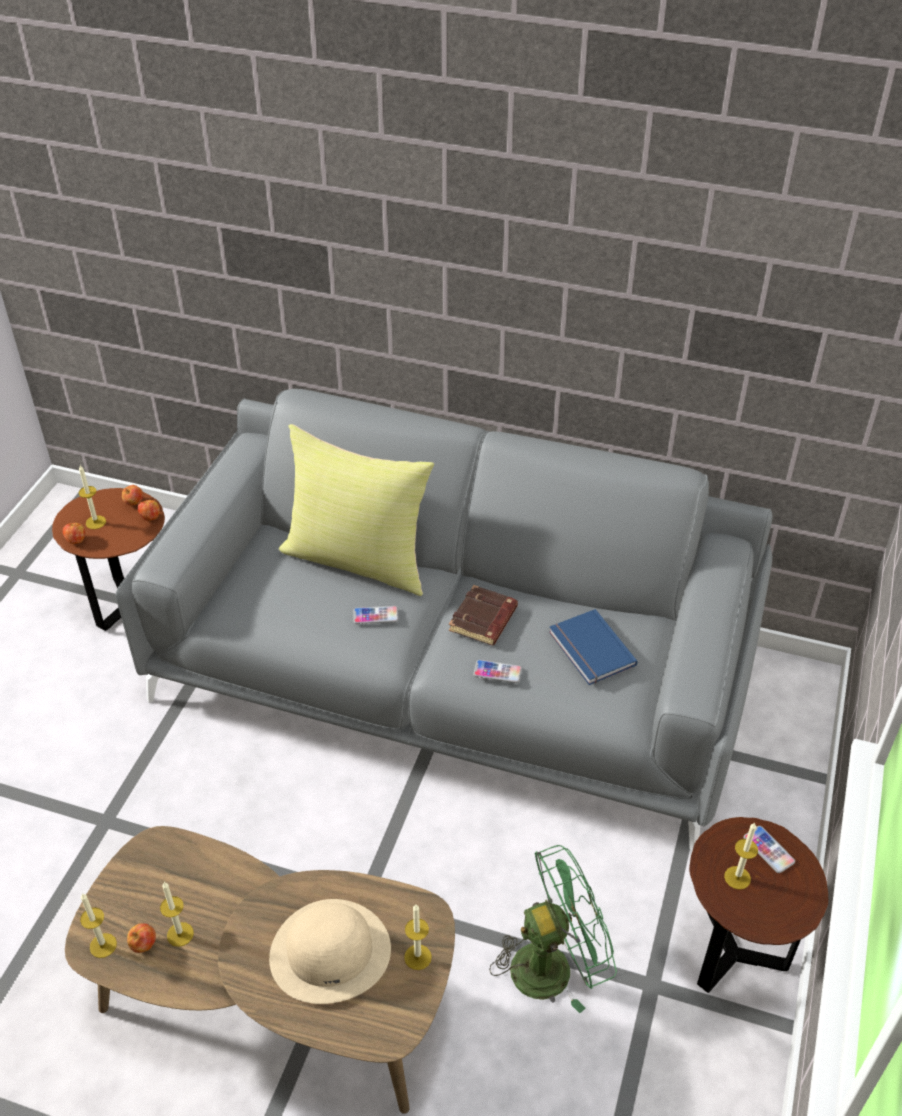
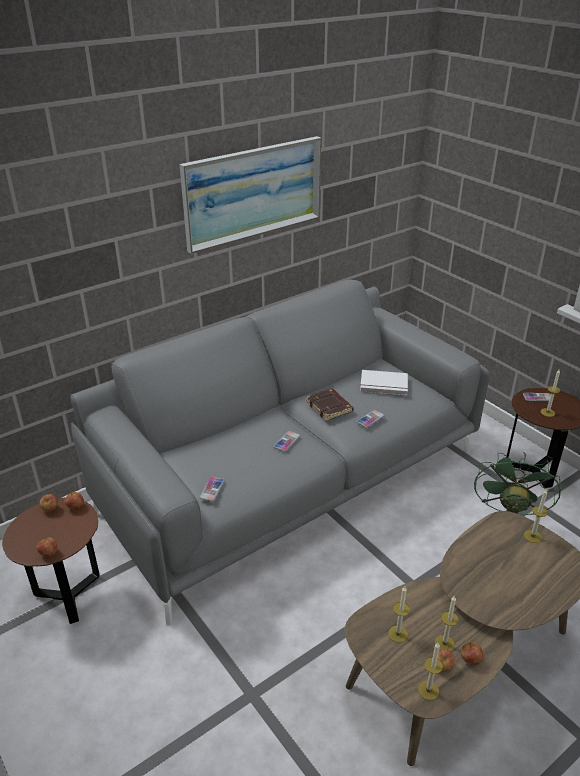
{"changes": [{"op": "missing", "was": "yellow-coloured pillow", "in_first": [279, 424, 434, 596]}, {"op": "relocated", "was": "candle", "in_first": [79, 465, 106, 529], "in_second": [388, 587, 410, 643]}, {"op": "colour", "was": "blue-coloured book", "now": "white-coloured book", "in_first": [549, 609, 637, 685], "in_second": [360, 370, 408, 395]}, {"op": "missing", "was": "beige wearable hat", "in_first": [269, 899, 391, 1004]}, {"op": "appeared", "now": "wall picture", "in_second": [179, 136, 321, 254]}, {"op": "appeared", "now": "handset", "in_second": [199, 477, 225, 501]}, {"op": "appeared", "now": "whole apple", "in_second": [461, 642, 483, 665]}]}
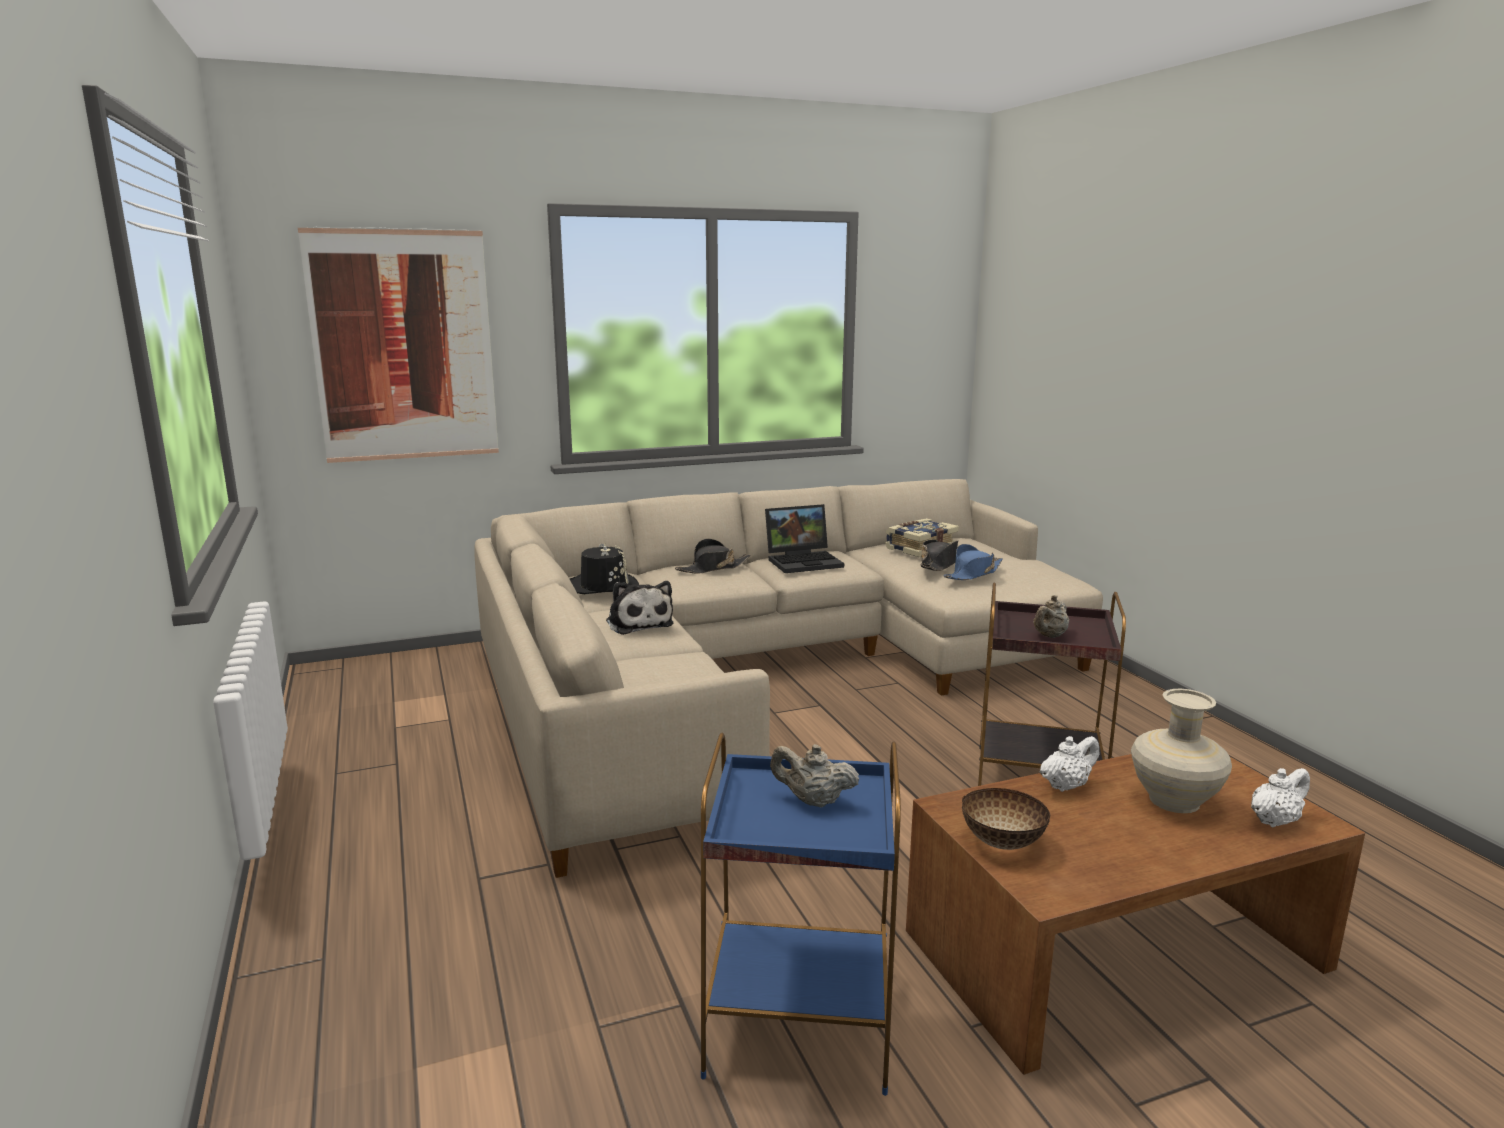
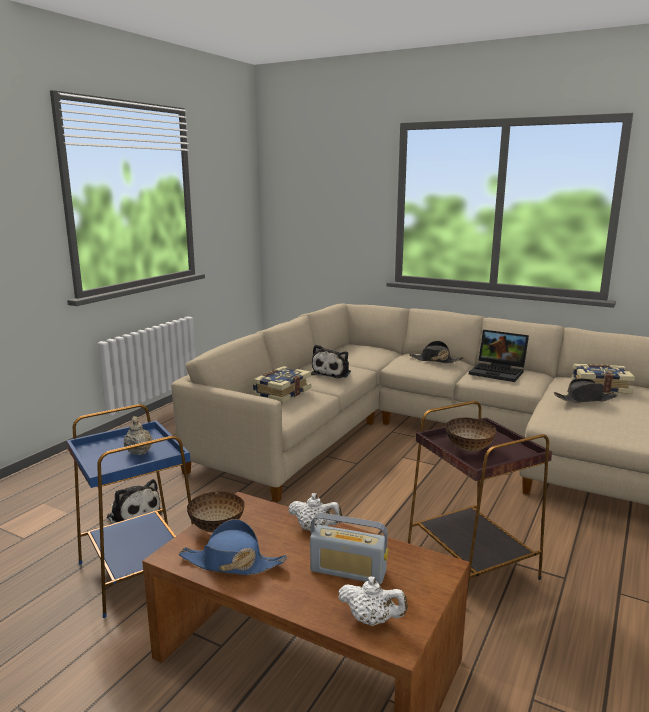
{"changes": [{"op": "missing", "was": "wall picture", "in_first": [298, 227, 499, 463]}, {"op": "missing", "was": "black wearable hat", "in_first": [570, 544, 639, 594]}, {"op": "relocated", "was": "blue-coloured wearable hat", "in_first": [944, 544, 1003, 580], "in_second": [179, 519, 287, 575]}, {"op": "exchanged", "was": "beige tea pot", "now": "serving bowl", "in_first": [1033, 595, 1069, 638], "in_second": [445, 418, 496, 451]}, {"op": "exchanged", "was": "beige vase", "now": "radio set", "in_first": [1131, 689, 1232, 813], "in_second": [310, 513, 388, 584]}, {"op": "appeared", "now": "book", "in_second": [252, 366, 311, 403]}, {"op": "appeared", "now": "cuddly toy", "in_second": [107, 479, 161, 524]}]}
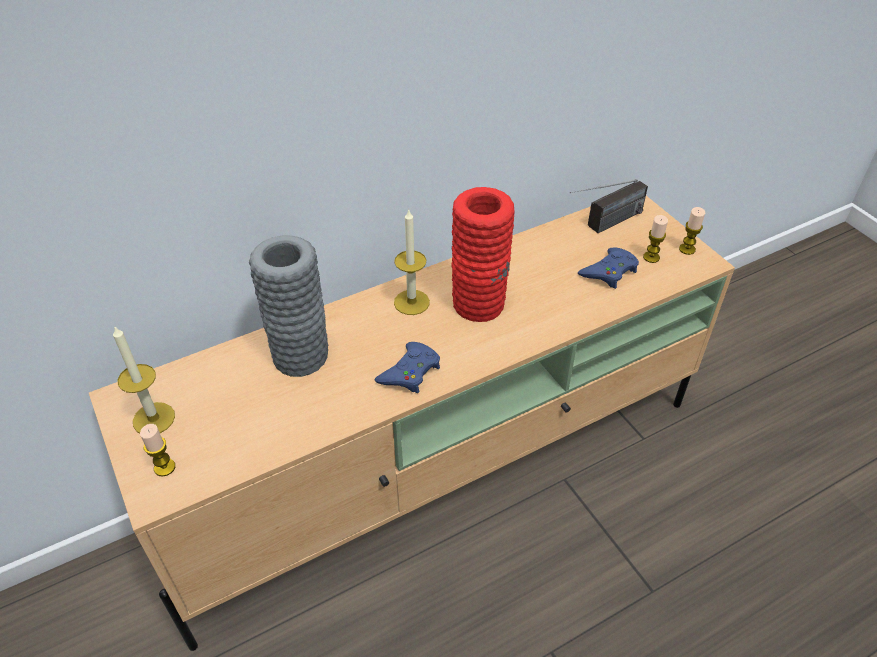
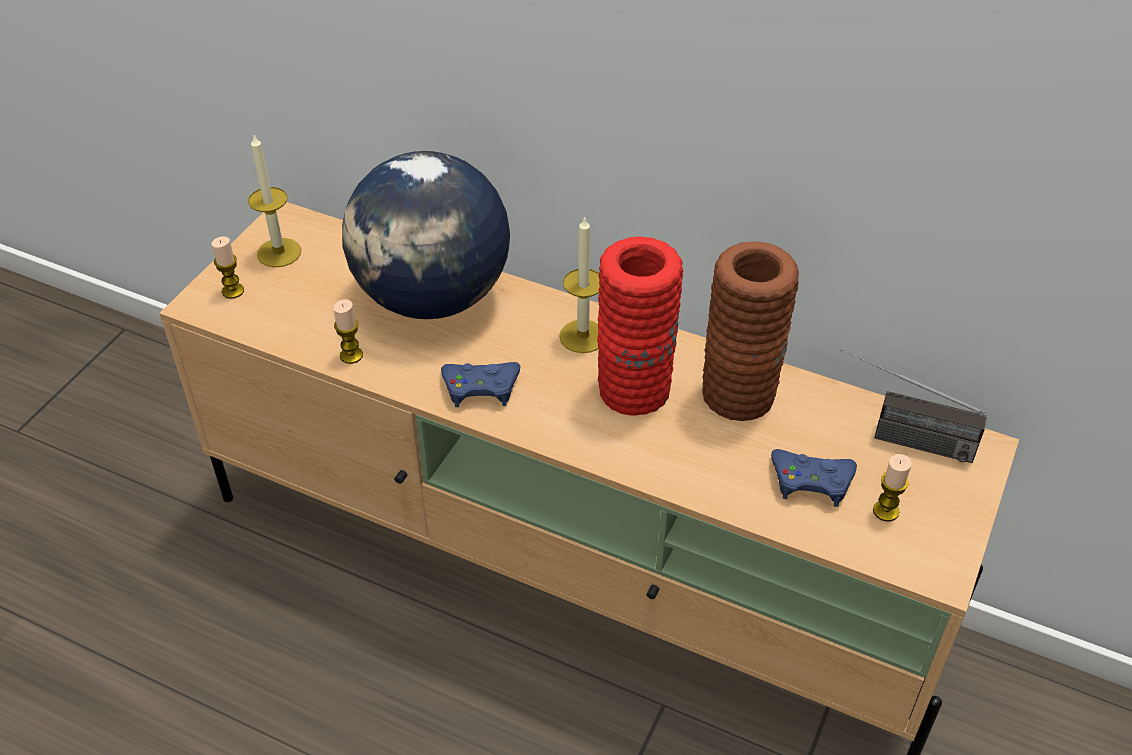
{"changes": [{"op": "relocated", "was": "candle", "in_first": [679, 207, 705, 255], "in_second": [333, 299, 363, 364]}, {"op": "exchanged", "was": "greyish vase", "now": "desk globe", "in_first": [249, 236, 329, 377], "in_second": [342, 151, 510, 319]}, {"op": "appeared", "now": "brown-coloured vase", "in_second": [702, 241, 799, 421]}]}
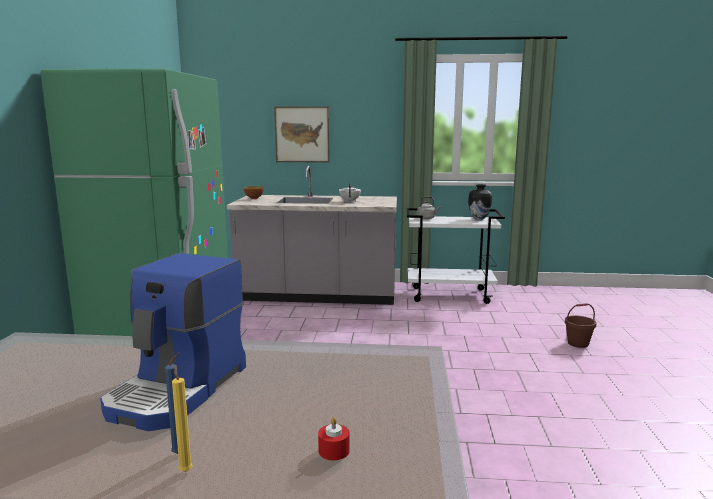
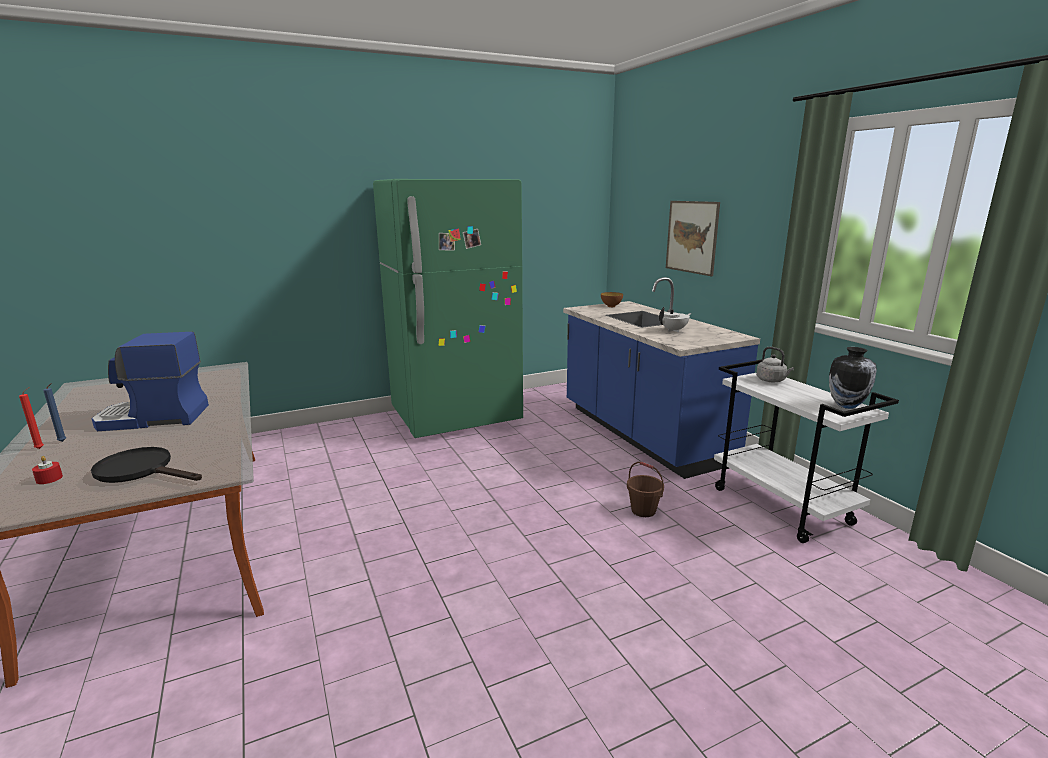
{"changes": [{"op": "colour", "was": "greyish kitchen base unit", "now": "blue-coloured kitchen base unit", "in_first": [227, 166, 397, 305], "in_second": [563, 277, 760, 479]}, {"op": "relocated", "was": "brown-coloured pail", "in_first": [565, 303, 596, 348], "in_second": [627, 461, 664, 517]}, {"op": "colour", "was": "yellow-coloured candle", "now": "red candle", "in_first": [172, 365, 193, 472], "in_second": [19, 387, 44, 449]}, {"op": "appeared", "now": "black pan", "in_second": [91, 447, 202, 483]}]}
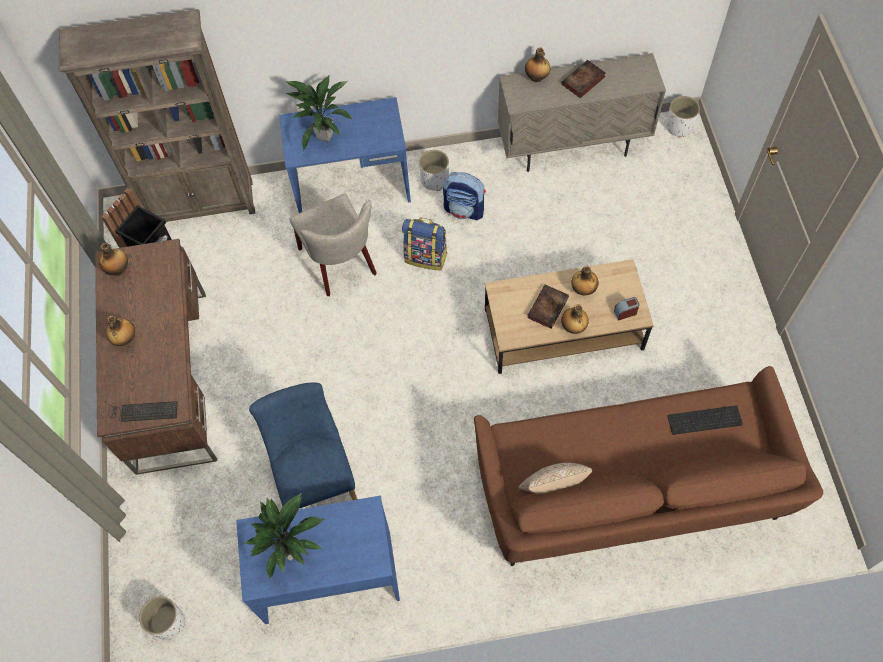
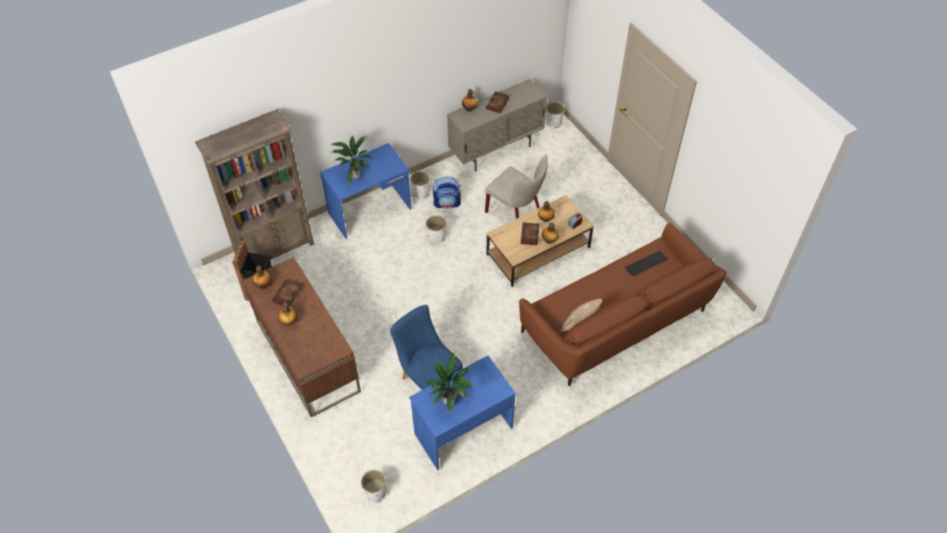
{"changes": [{"op": "relocated", "was": "beige plain chair", "in_first": [289, 194, 377, 296], "in_second": [485, 155, 548, 219]}, {"op": "exchanged", "was": "rucksack", "now": "white-coloured planter", "in_first": [402, 218, 448, 270], "in_second": [426, 215, 446, 243]}, {"op": "missing", "was": "keyboard", "in_first": [105, 401, 178, 422]}, {"op": "appeared", "now": "book", "in_second": [272, 279, 302, 307]}]}
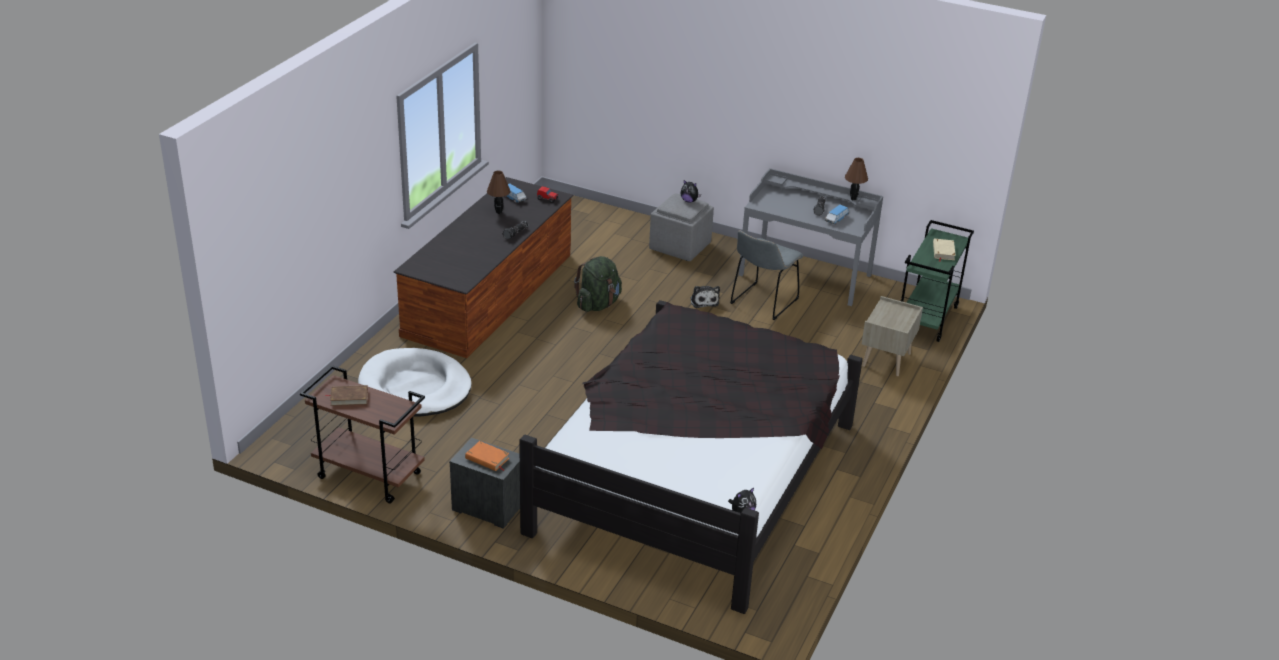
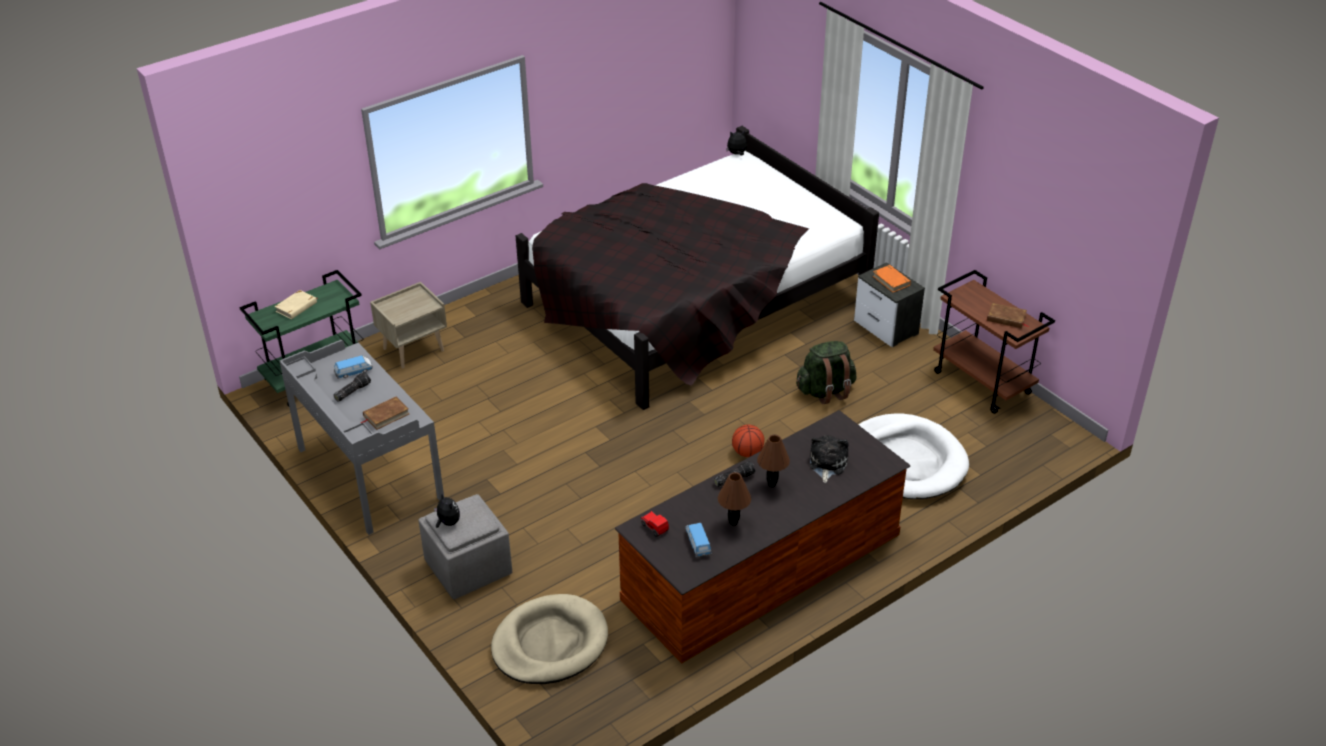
{"changes": [{"op": "relocated", "was": "brown-coloured lamp for a table", "in_first": [845, 158, 868, 200], "in_second": [757, 434, 790, 487]}, {"op": "missing", "was": "greyish plain chair", "in_first": [730, 230, 803, 320]}, {"op": "relocated", "was": "greenish rucksack", "in_first": [574, 256, 622, 312], "in_second": [796, 341, 856, 404]}, {"op": "relocated", "was": "cuddly toy", "in_first": [690, 286, 720, 308], "in_second": [810, 435, 849, 483]}, {"op": "appeared", "now": "brown-coloured book", "in_second": [361, 396, 409, 430]}, {"op": "appeared", "now": "basketball ball", "in_second": [732, 425, 764, 457]}, {"op": "appeared", "now": "beige dog bed", "in_second": [491, 594, 608, 684]}]}
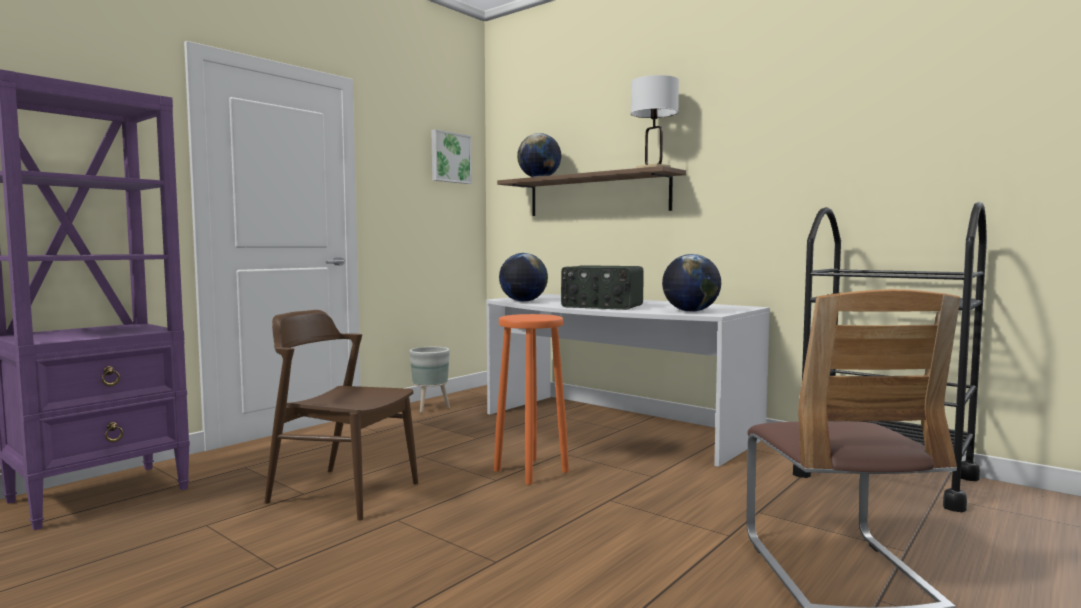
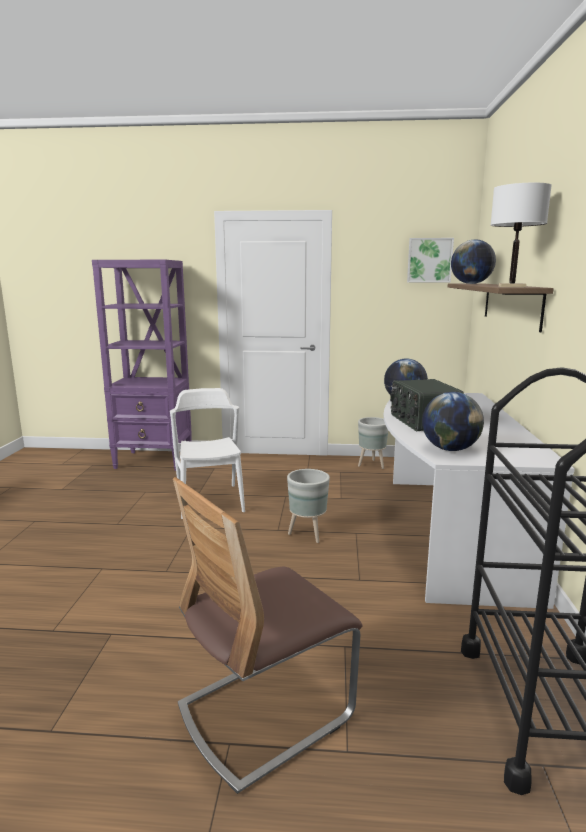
{"changes": [{"op": "colour", "was": "brown-coloured plain chair", "now": "white-coloured plain chair", "in_first": [265, 310, 418, 521], "in_second": [170, 388, 245, 519]}, {"op": "exchanged", "was": "orange-coloured sitting stool", "now": "greyish planter", "in_first": [494, 314, 569, 485], "in_second": [287, 469, 330, 543]}]}
